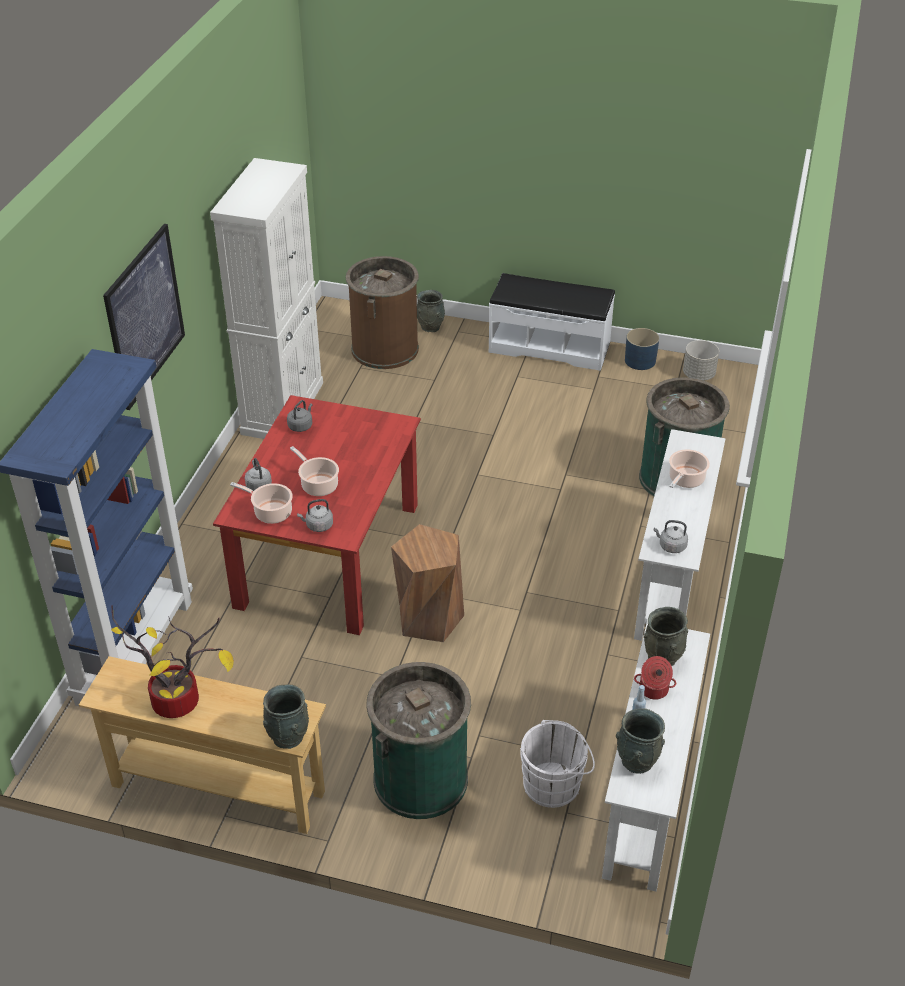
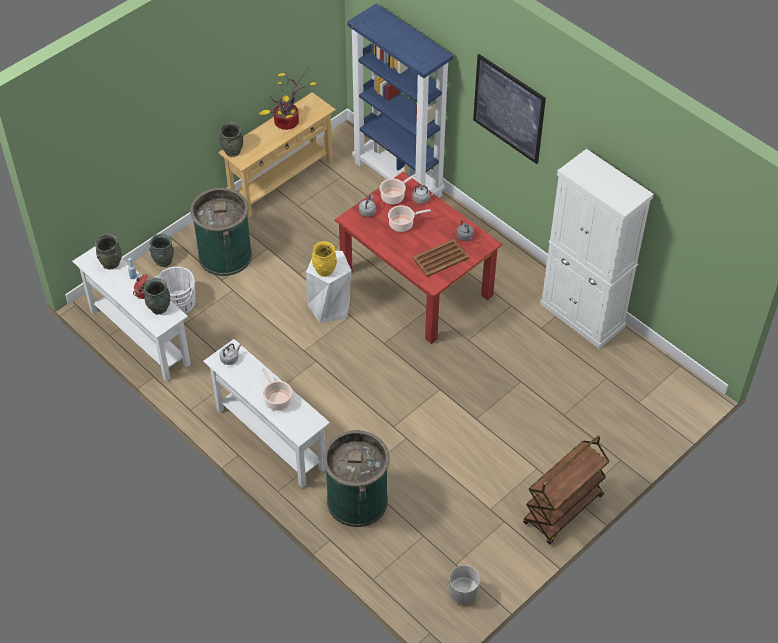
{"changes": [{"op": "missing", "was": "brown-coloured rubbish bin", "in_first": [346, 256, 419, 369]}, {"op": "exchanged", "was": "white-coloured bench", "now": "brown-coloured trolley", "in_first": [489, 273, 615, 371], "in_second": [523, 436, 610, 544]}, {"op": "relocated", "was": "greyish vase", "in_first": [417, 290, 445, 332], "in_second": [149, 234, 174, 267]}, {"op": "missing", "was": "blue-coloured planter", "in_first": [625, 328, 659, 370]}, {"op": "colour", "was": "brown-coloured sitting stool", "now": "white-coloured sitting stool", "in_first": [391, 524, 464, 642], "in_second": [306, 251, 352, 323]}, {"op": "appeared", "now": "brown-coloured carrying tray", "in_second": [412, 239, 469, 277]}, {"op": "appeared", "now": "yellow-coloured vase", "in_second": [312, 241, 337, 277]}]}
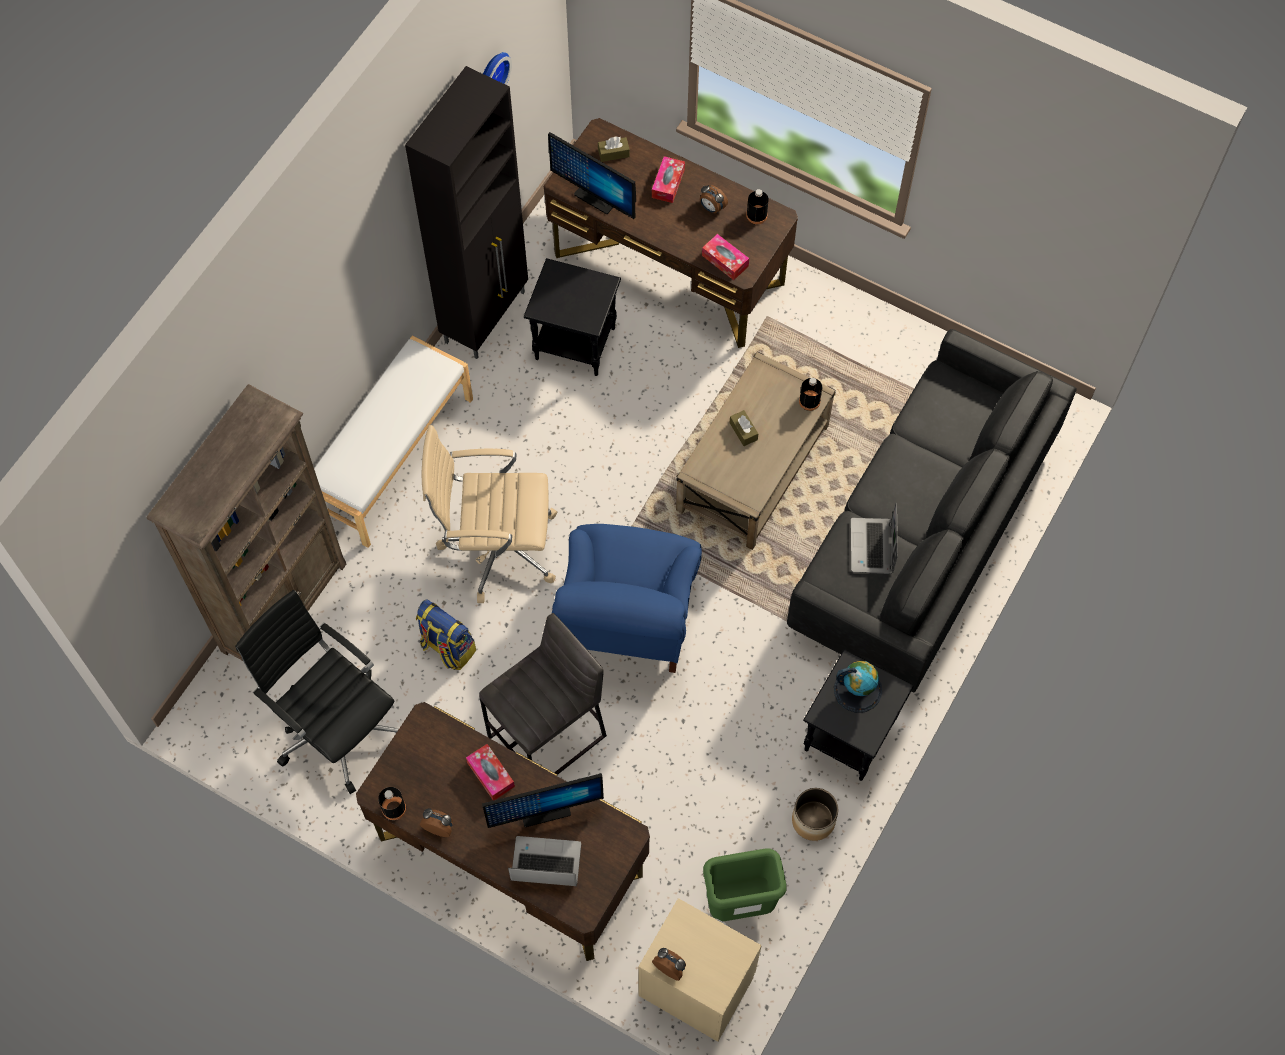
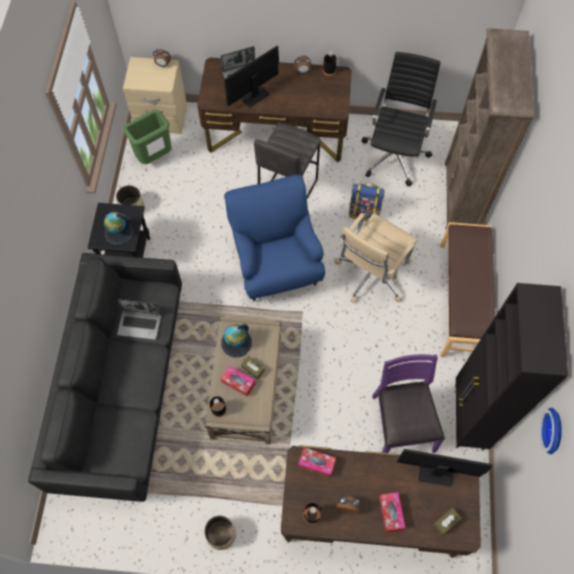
{"changes": [{"op": "exchanged", "was": "black side table", "now": "purple-coloured plain chair", "in_first": [524, 258, 621, 376], "in_second": [372, 354, 445, 453]}, {"op": "colour", "was": "white-coloured bench", "now": "brown-coloured bench", "in_first": [314, 336, 473, 548], "in_second": [440, 222, 495, 357]}, {"op": "spun", "was": "beige computer chair", "in_first": [421, 425, 557, 603], "in_second": [335, 213, 418, 303], "clockwise": 150}, {"op": "spun", "was": "notebook computer", "in_first": [851, 503, 898, 574], "in_second": [117, 299, 161, 340], "clockwise": 120}, {"op": "spun", "was": "black computer chair", "in_first": [235, 590, 399, 794], "in_second": [362, 52, 441, 186], "clockwise": -90}, {"op": "relocated", "was": "box of tissues", "in_first": [466, 744, 515, 801], "in_second": [221, 366, 256, 396]}, {"op": "appeared", "now": "desk globe", "in_second": [221, 324, 252, 358]}, {"op": "appeared", "now": "planter", "in_second": [204, 516, 236, 550]}]}
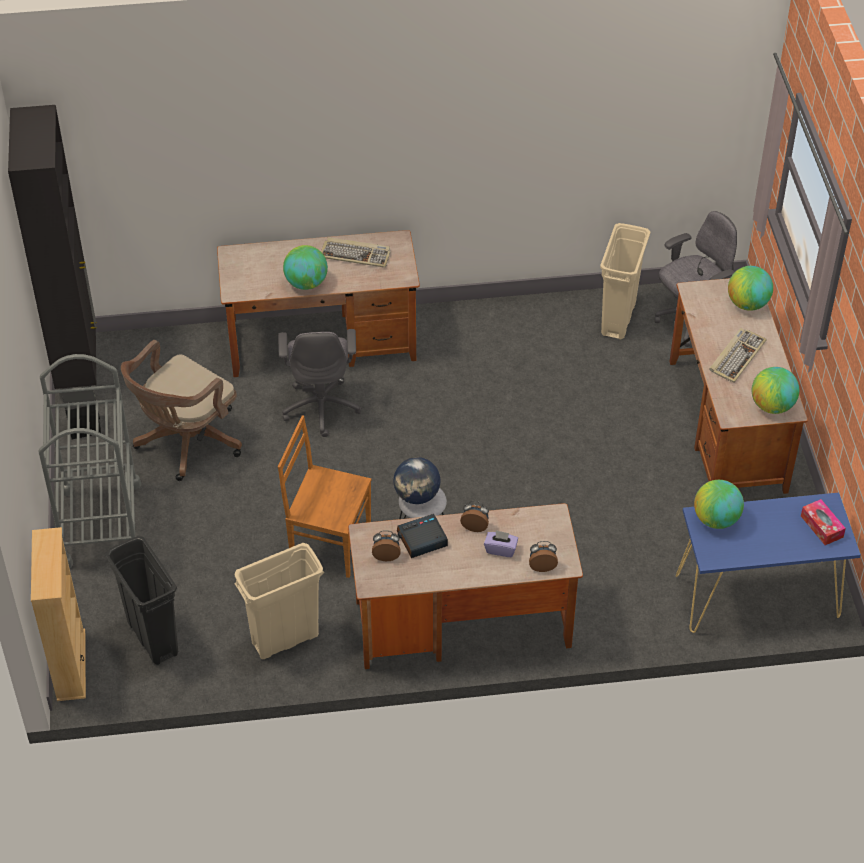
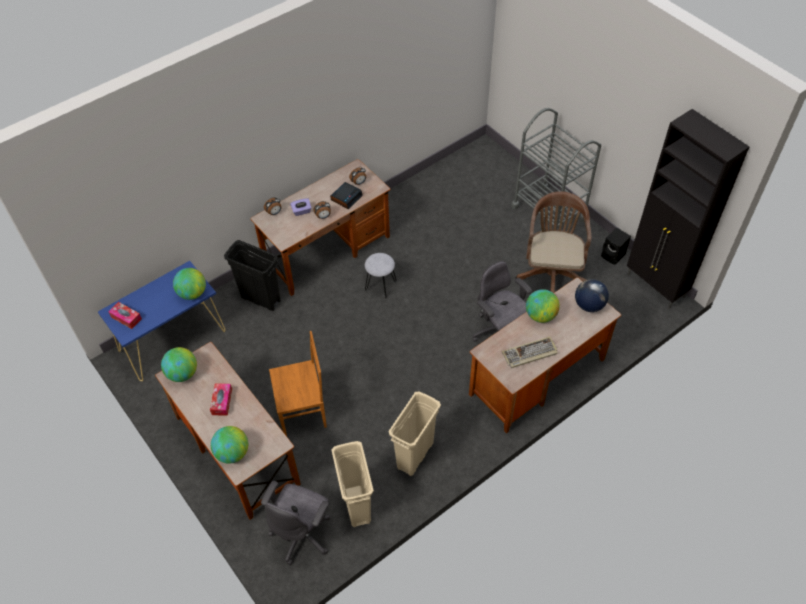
{"changes": [{"op": "exchanged", "was": "keyboard", "now": "box of tissues", "in_first": [710, 328, 767, 383], "in_second": [210, 383, 232, 416]}, {"op": "relocated", "was": "brown-coloured plain chair", "in_first": [278, 415, 372, 578], "in_second": [269, 331, 327, 436]}, {"op": "relocated", "was": "desk globe", "in_first": [393, 457, 441, 504], "in_second": [575, 279, 609, 312]}, {"op": "missing", "was": "beige bookcase", "in_first": [31, 527, 86, 701]}, {"op": "relocated", "was": "black rubbish bin", "in_first": [105, 536, 178, 665], "in_second": [224, 240, 281, 311]}, {"op": "relocated", "was": "beige rubbish bin", "in_first": [234, 543, 324, 659], "in_second": [389, 391, 441, 476]}]}
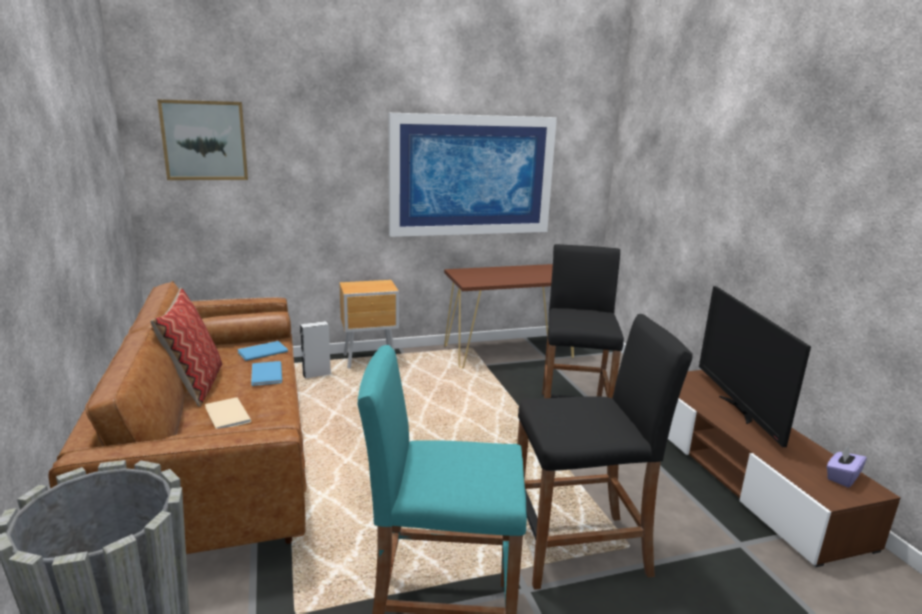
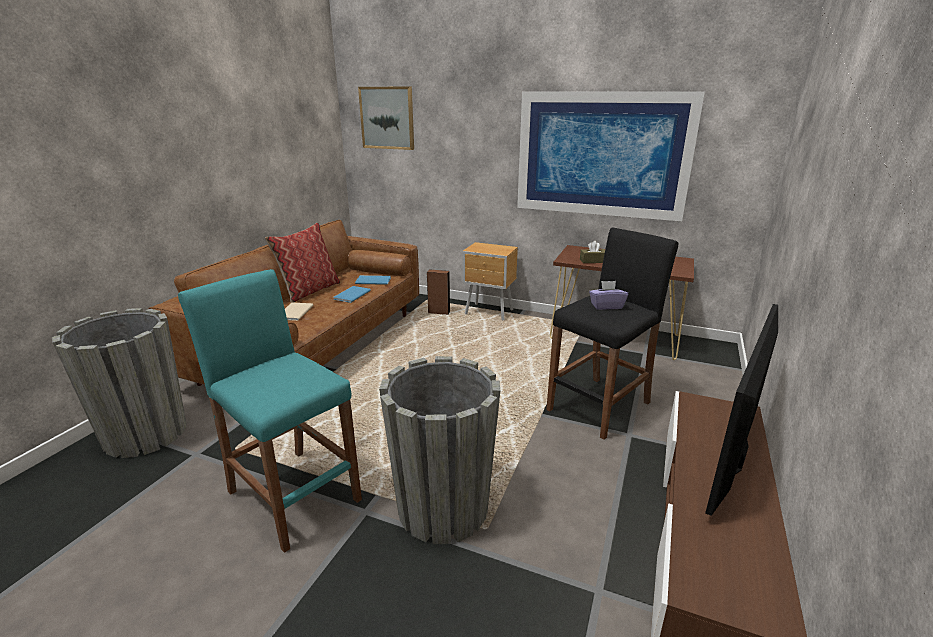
{"changes": [{"op": "exchanged", "was": "black sitting stool", "now": "greyish planter", "in_first": [517, 314, 693, 590], "in_second": [379, 356, 500, 544]}, {"op": "colour", "was": "greyish audio speaker", "now": "brown-coloured audio speaker", "in_first": [300, 321, 331, 379], "in_second": [427, 269, 450, 315]}, {"op": "relocated", "was": "purple-coloured box of tissues", "in_first": [827, 446, 867, 488], "in_second": [589, 281, 628, 310]}, {"op": "appeared", "now": "brown-coloured box of tissues", "in_second": [580, 241, 605, 263]}]}
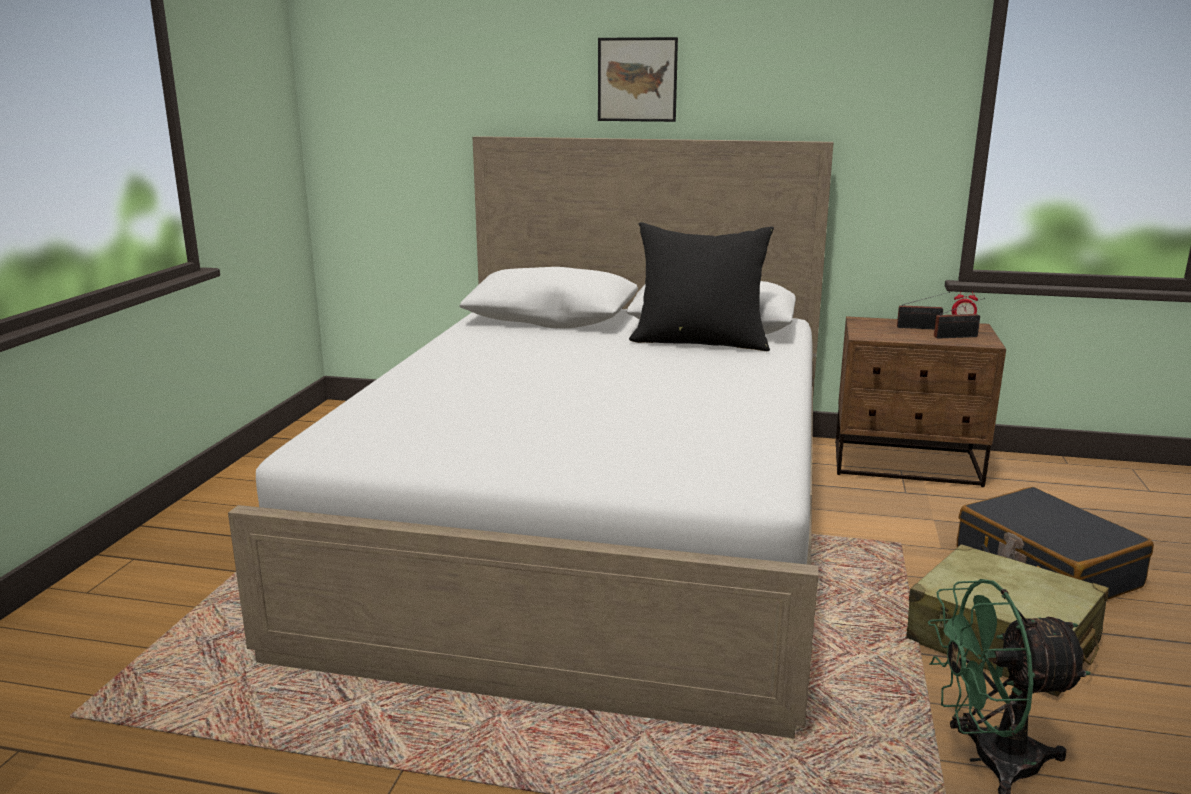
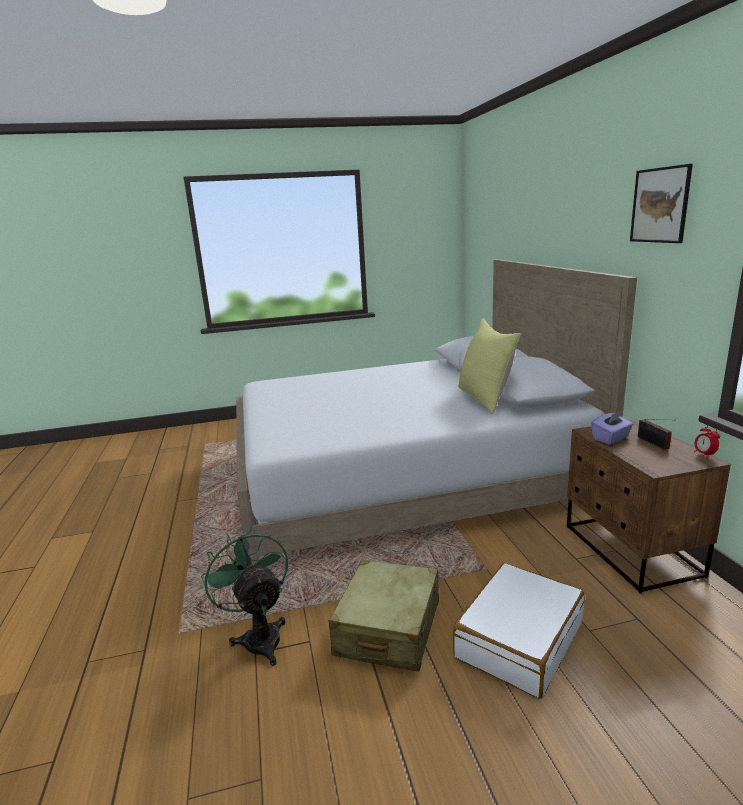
{"changes": [{"op": "relocated", "was": "wall picture", "in_first": [598, 37, 678, 122], "in_second": [630, 164, 693, 243]}, {"op": "colour", "was": "black pillow", "now": "yellow-coloured pillow", "in_first": [629, 222, 774, 351], "in_second": [458, 319, 521, 414]}, {"op": "missing", "was": "radio set", "in_first": [934, 298, 985, 339]}, {"op": "colour", "was": "black suitcase", "now": "white-coloured suitcase", "in_first": [957, 487, 1154, 599], "in_second": [453, 563, 584, 699]}, {"op": "appeared", "now": "purple-coloured box of tissues", "in_second": [591, 411, 633, 445]}]}
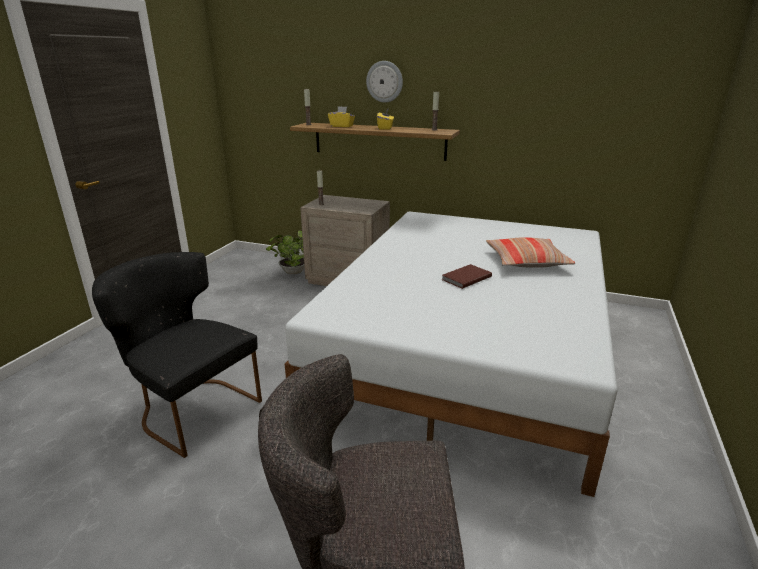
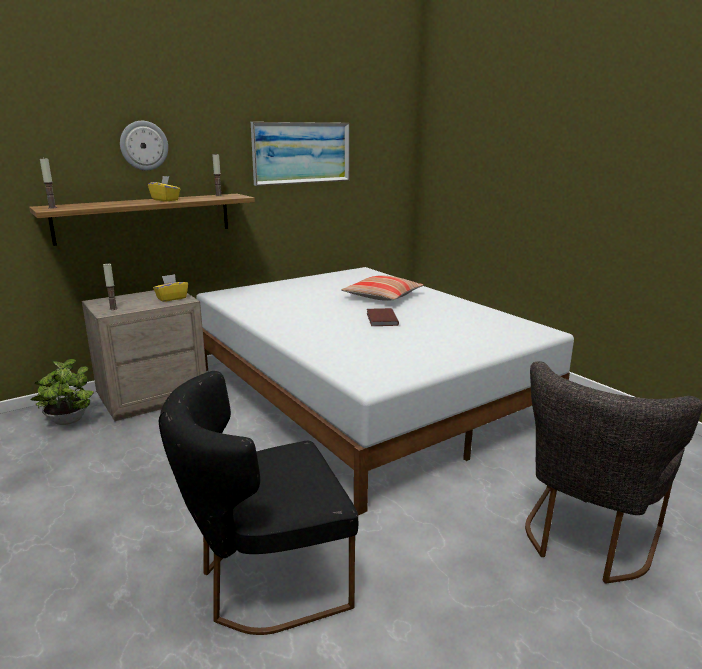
{"changes": [{"op": "relocated", "was": "yellow-coloured box of tissues", "in_first": [328, 106, 355, 127], "in_second": [153, 274, 188, 302]}, {"op": "appeared", "now": "wall picture", "in_second": [251, 122, 350, 186]}]}
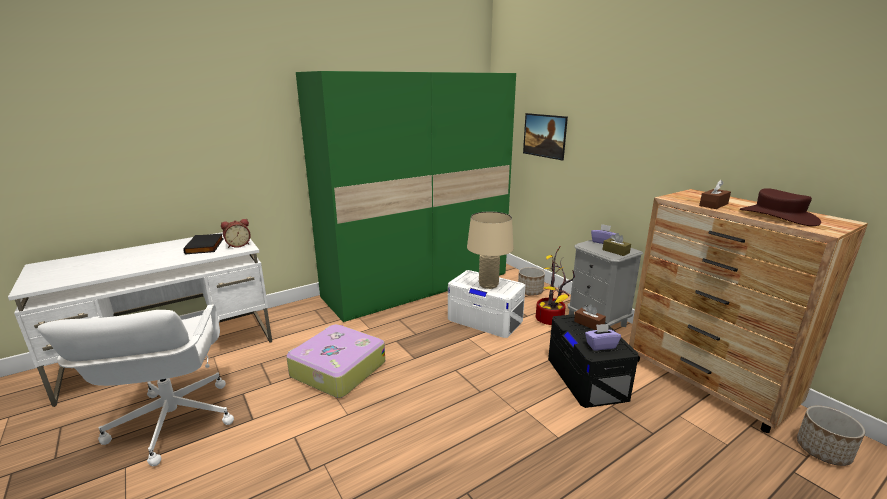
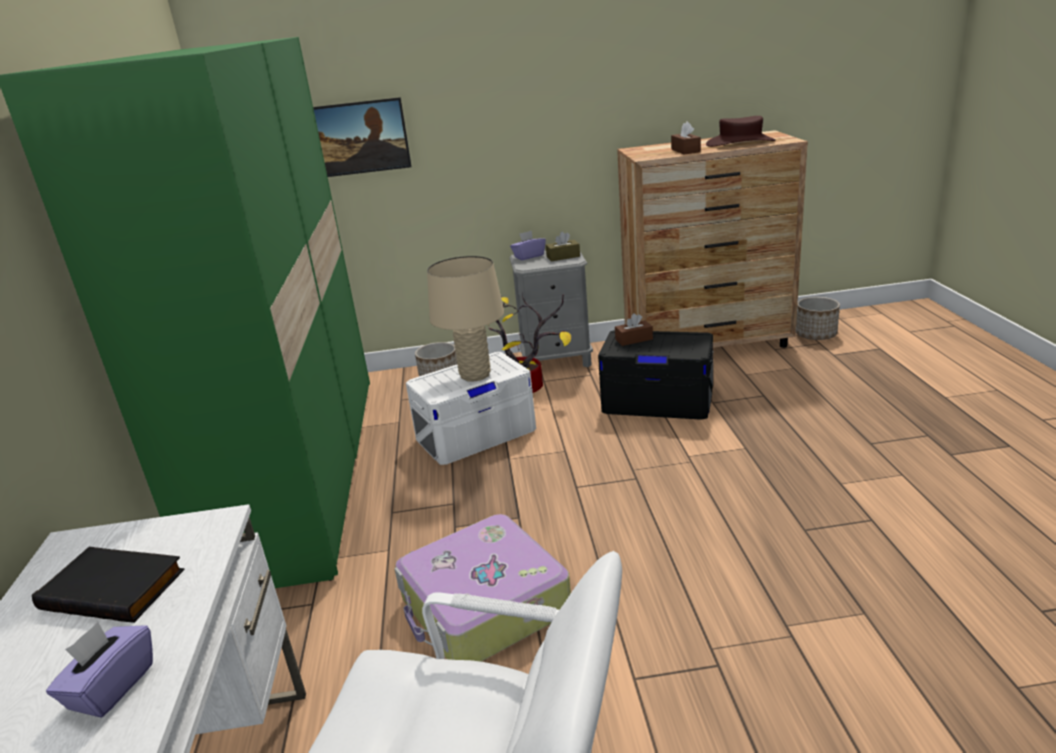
{"changes": [{"op": "missing", "was": "bedside clock", "in_first": [221, 219, 251, 248]}, {"op": "relocated", "was": "purple-coloured box of tissues", "in_first": [585, 324, 621, 350], "in_second": [46, 622, 153, 718]}]}
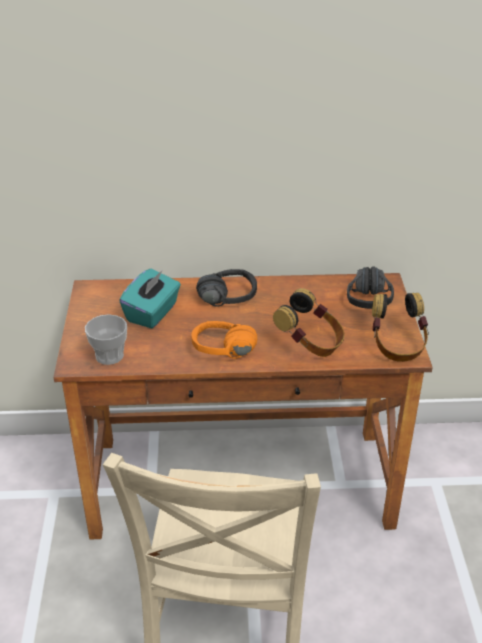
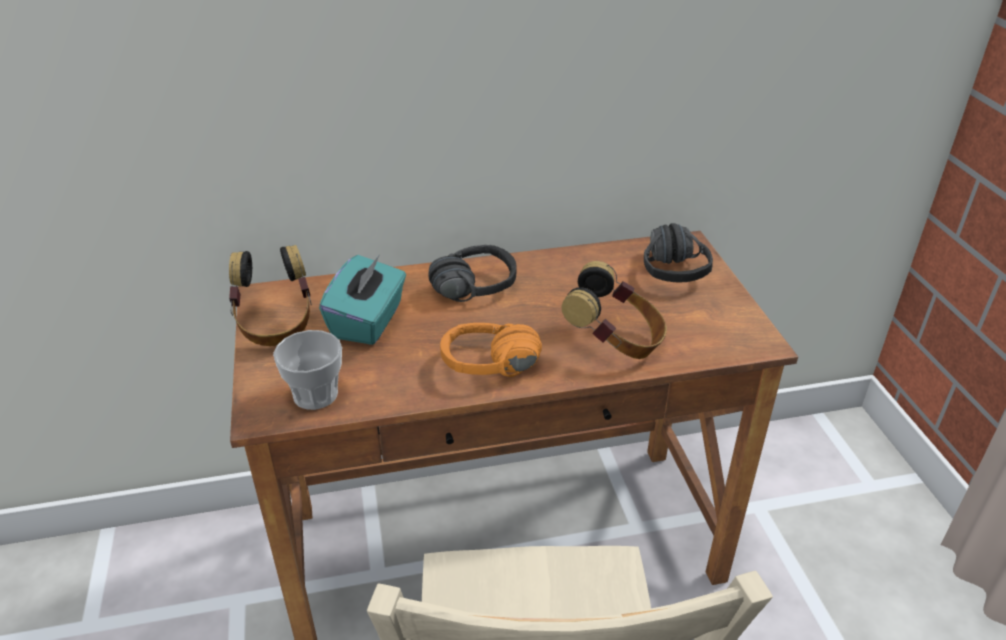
{"changes": [{"op": "relocated", "was": "pair of headphones", "in_first": [372, 293, 429, 362], "in_second": [229, 245, 312, 346]}]}
